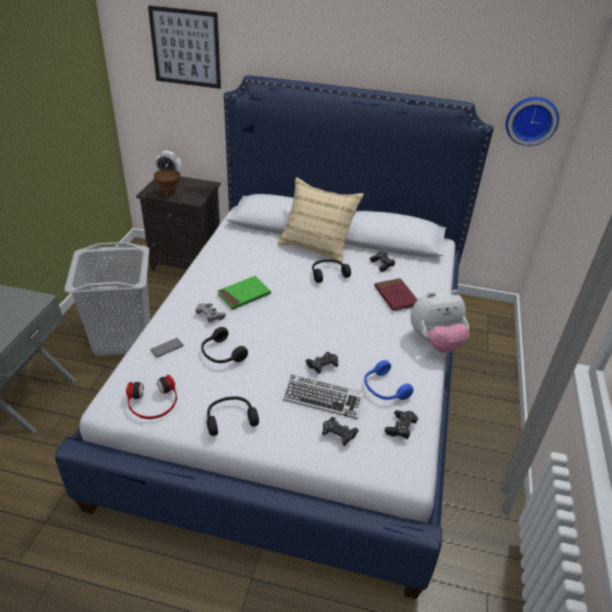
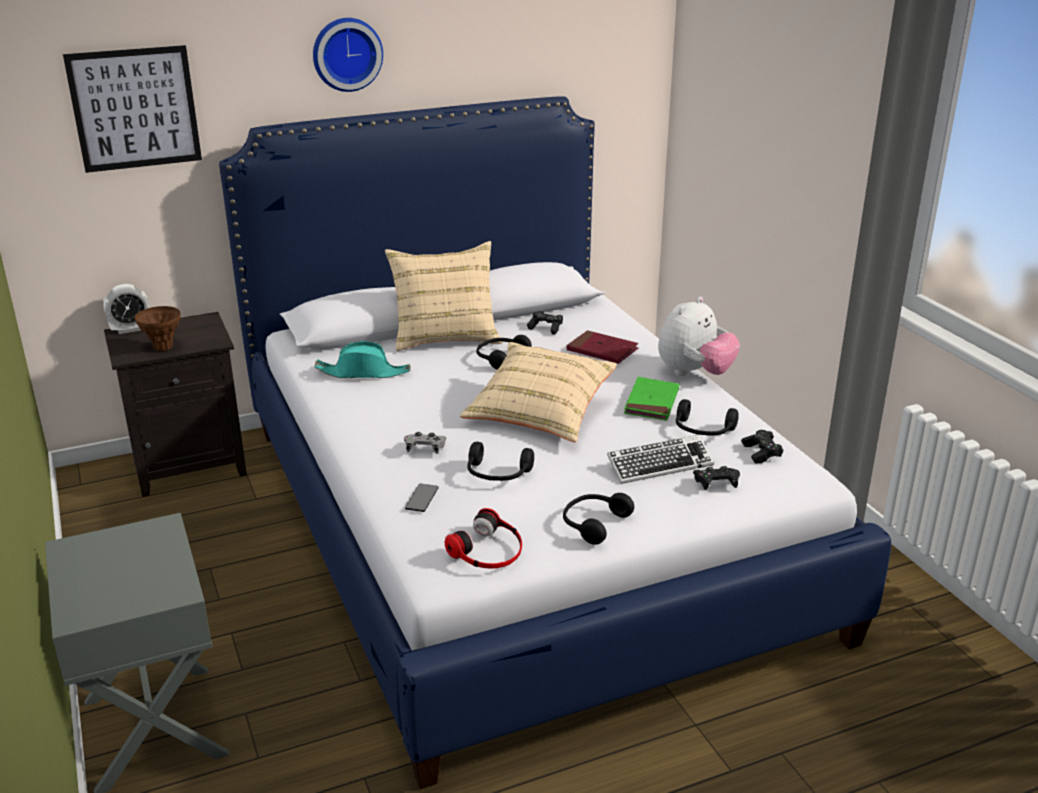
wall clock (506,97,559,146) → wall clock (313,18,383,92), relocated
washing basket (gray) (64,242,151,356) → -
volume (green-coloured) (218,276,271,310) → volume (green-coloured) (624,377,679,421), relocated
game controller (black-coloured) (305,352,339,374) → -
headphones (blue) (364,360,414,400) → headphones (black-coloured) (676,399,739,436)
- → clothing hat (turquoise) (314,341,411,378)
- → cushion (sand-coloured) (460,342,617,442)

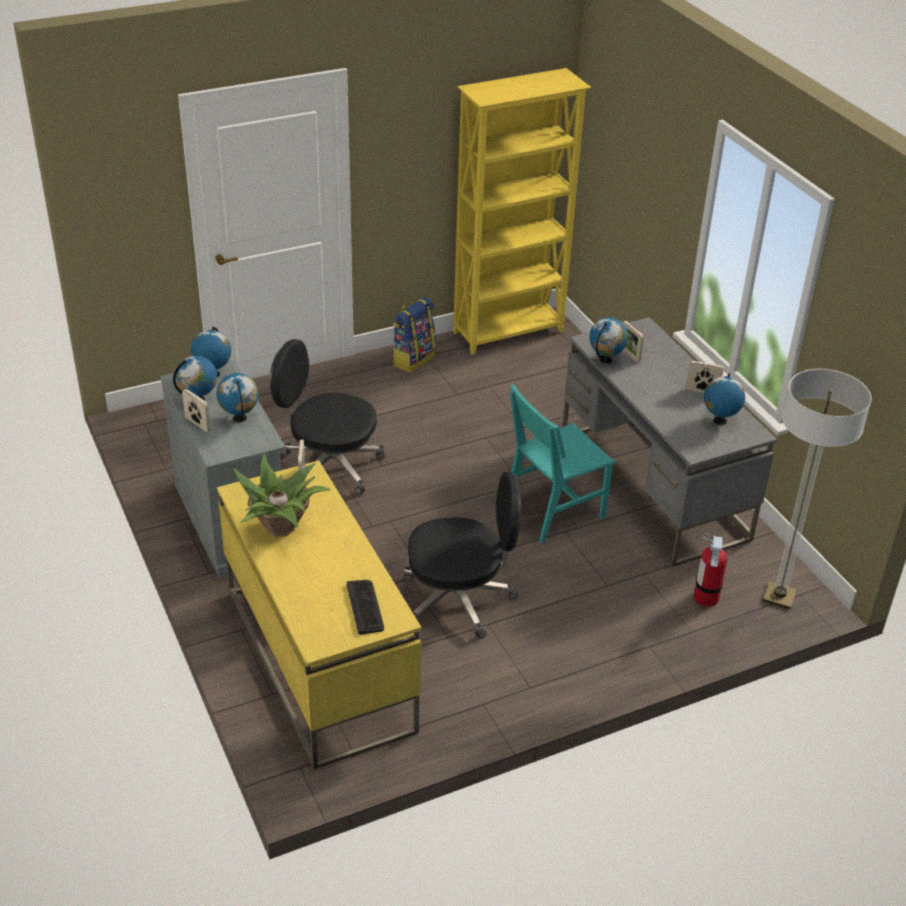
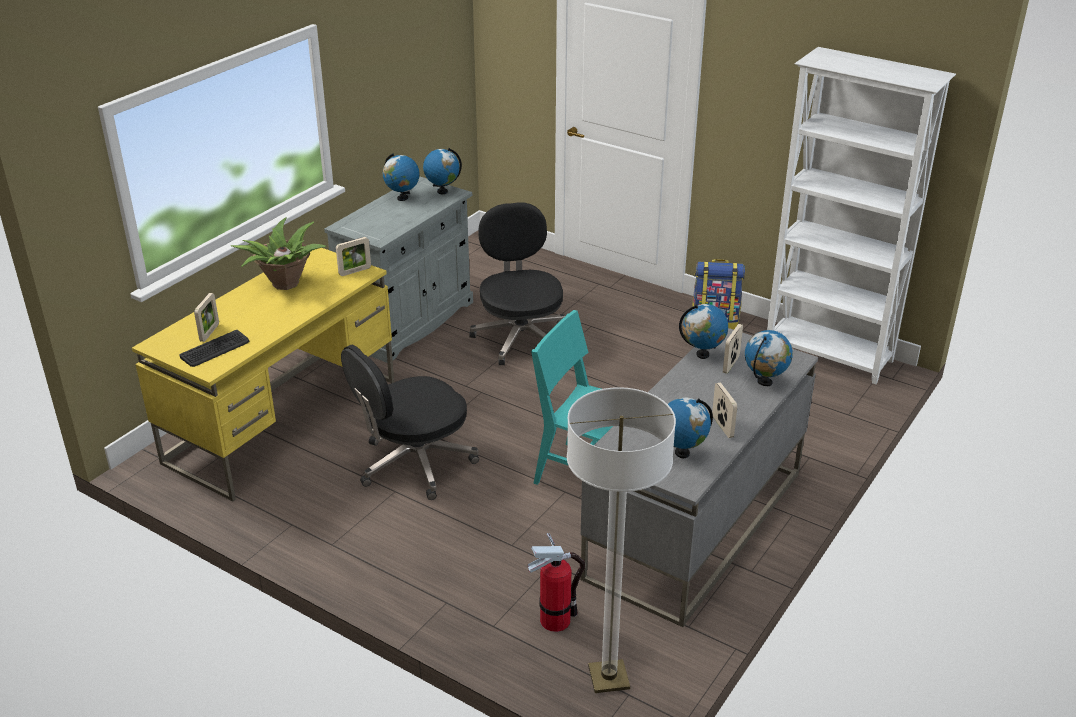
bookshelf (yellow) (453,68,592,355) → bookshelf (white) (767,47,956,384)
world globe (216,373,259,422) → world globe (745,330,793,386), relocated
picture frame (182,389,210,432) → picture frame (194,293,219,342), relocated
desk chair (black-coloured) (404,472,521,639) → desk chair (black-coloured) (341,344,479,500), 90 degrees clockwise

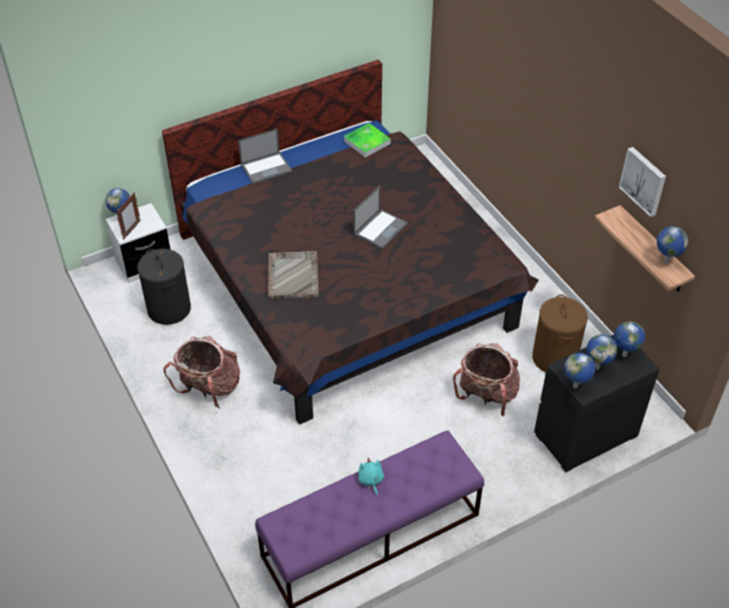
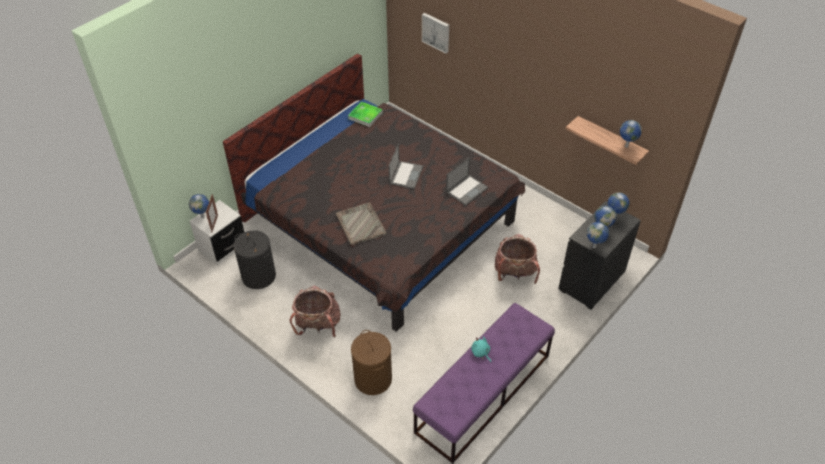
notebook computer (238,128,292,184) → notebook computer (446,157,488,206), relocated
picture (619,147,666,217) → picture (422,13,449,54), relocated
washing basket (brown-coloured) (532,294,588,373) → washing basket (brown-coloured) (351,330,392,395), relocated

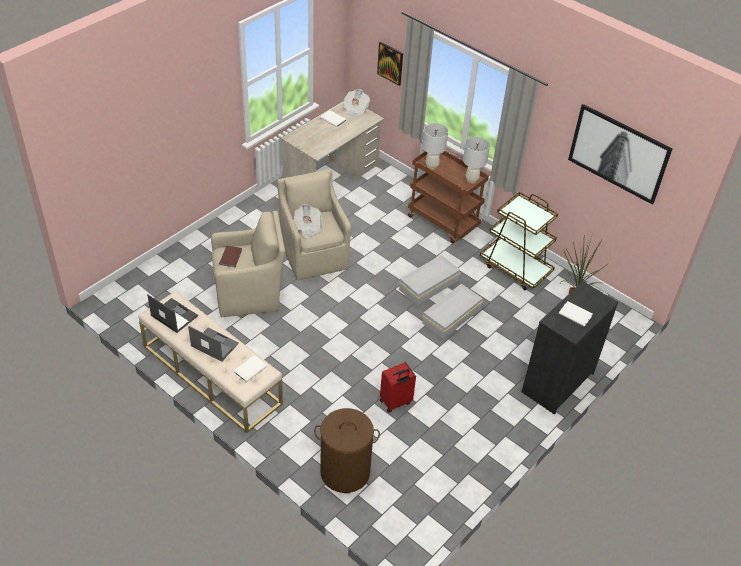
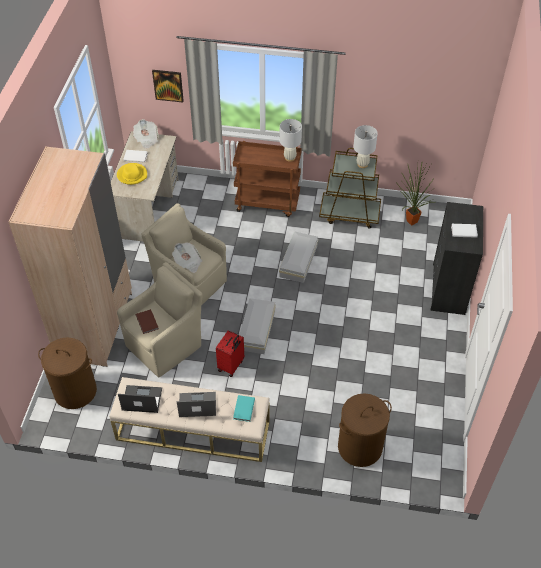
picture (568,104,673,205) → -
tabletop lamp (white) (422,123,448,170) → tabletop lamp (white) (353,125,378,168), relocated
storage bin (white) (422,284,483,339) → storage bin (white) (239,298,276,354), relocated
volume (white) (234,355,267,382) → volume (turquoise) (233,395,255,422)
travel case (red-coloured) (380,362,416,413) → travel case (red-coloured) (216,330,244,377), relocated
- → clothes cupboard (sand-coloured) (8,146,132,367)
- → clothing hat (yellow) (117,163,147,185)
- → washing basket (brown-coloured) (38,337,97,409)

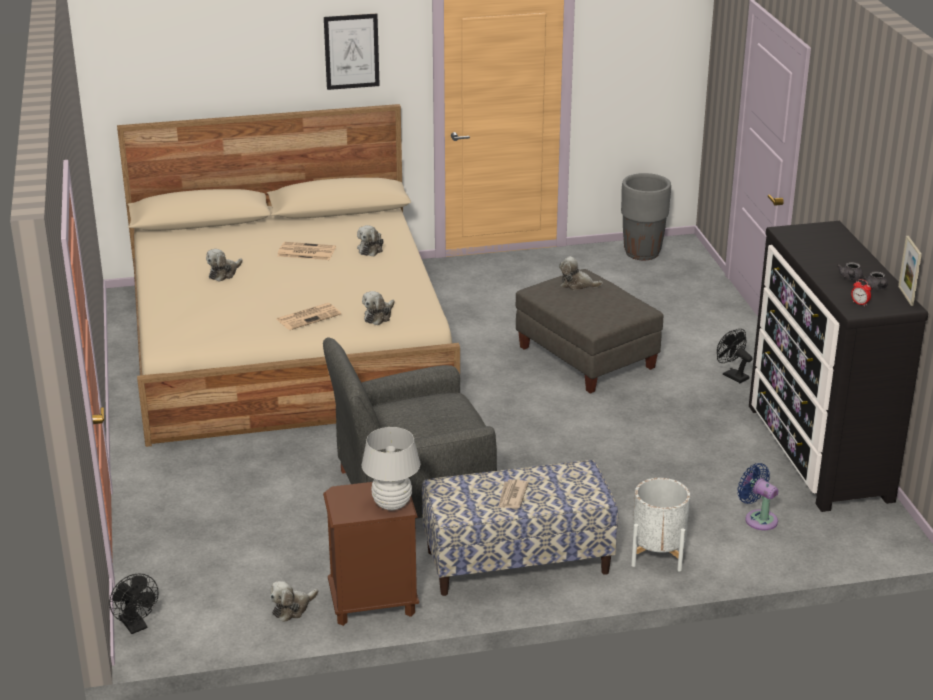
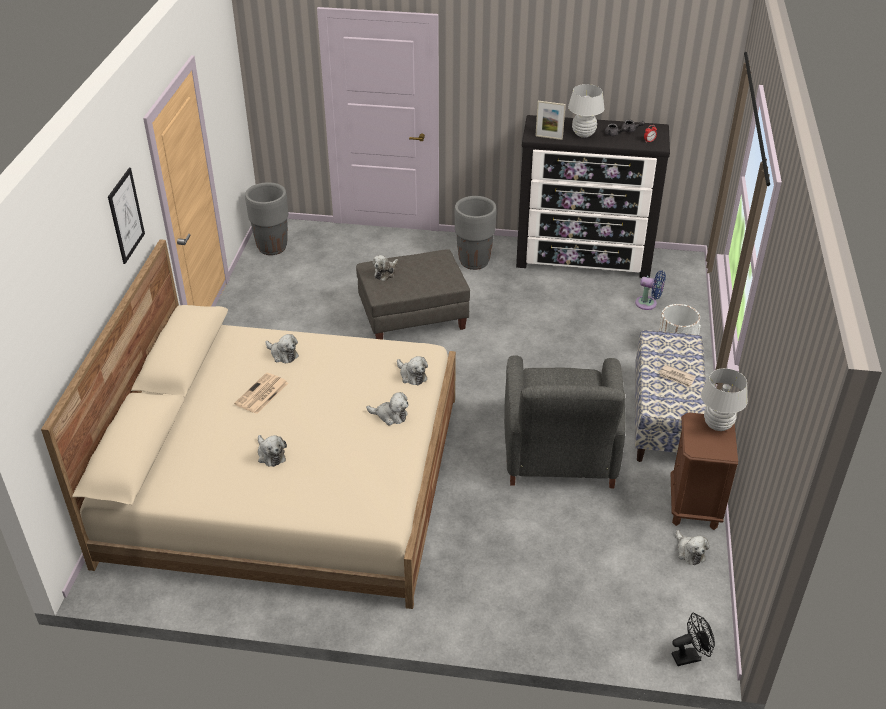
picture frame (898,236,922,306) → picture frame (535,101,566,140), relocated
daily paper (277,303,341,330) → cuddly toy (366,392,409,425)
electric fan (black-coloured) (717,329,753,383) → flower pot (gray) (454,196,497,270)
electric fan (blue) (737,463,779,530) → electric fan (blue) (635,271,666,310), 135 degrees counterclockwise
- → tabletop lamp (white) (568,84,605,138)

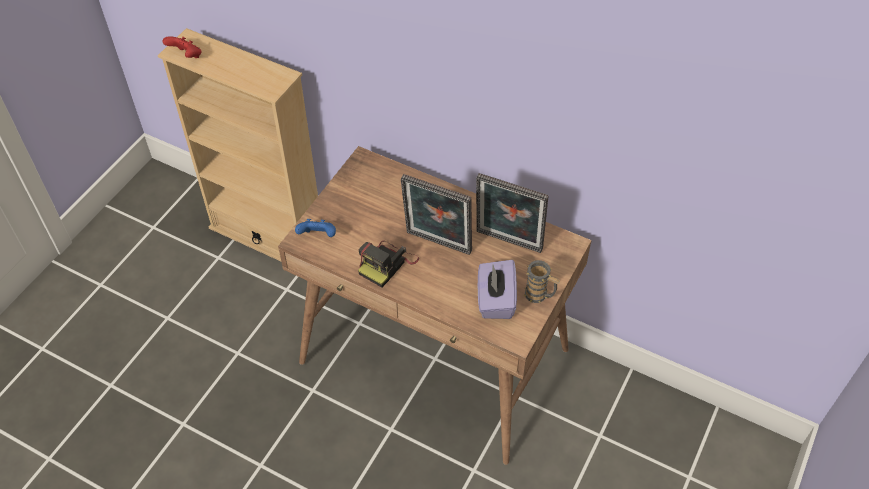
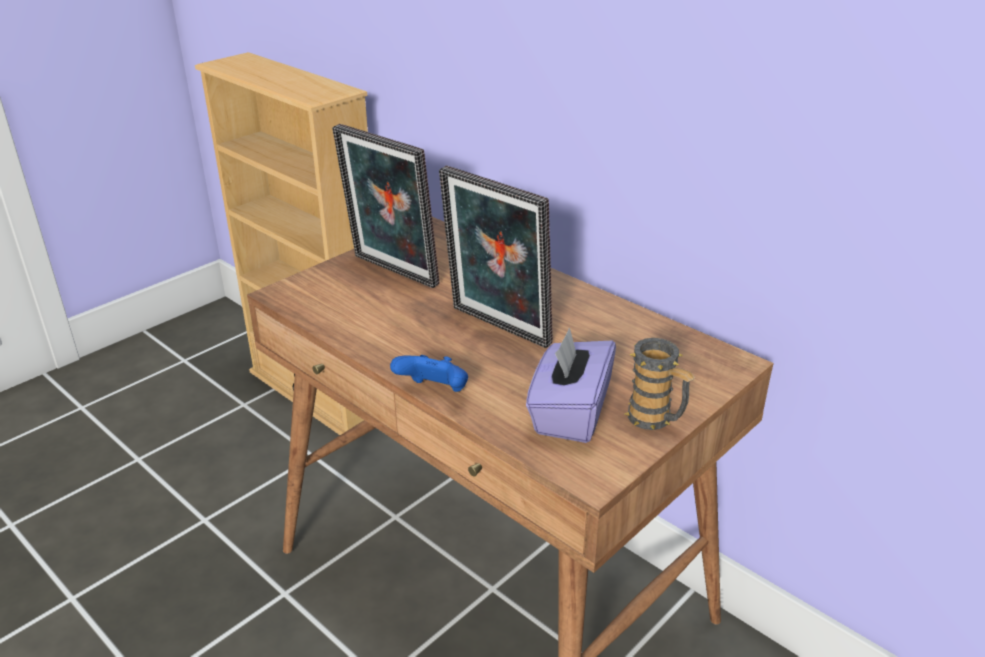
game controller (red-coloured) (162,36,201,58) → -
picture frame (476,173,548,253) → picture frame (332,124,440,288), relocated
game controller (blue) (295,219,336,237) → game controller (blue) (390,355,468,392), relocated
still camera (358,240,419,288) → -

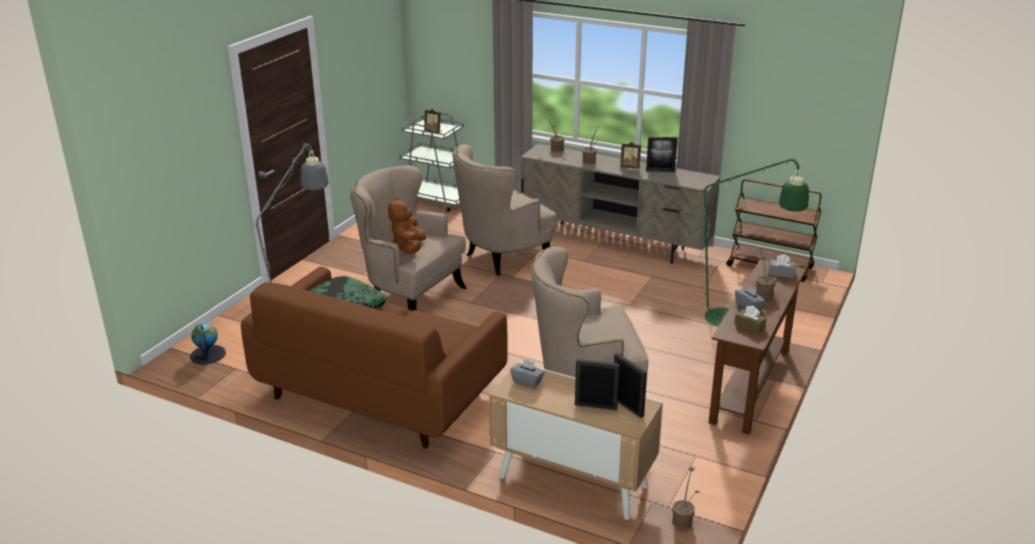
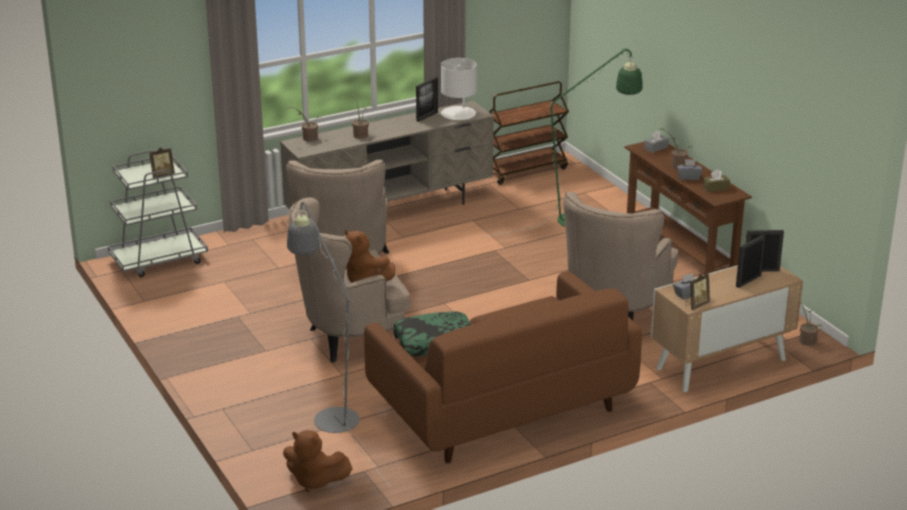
picture frame (620,142,641,169) → picture frame (686,273,710,310), relocated
world globe (190,323,226,364) → cuddly toy (brown-coloured) (283,430,353,492)
- → tabletop lamp (white) (441,58,477,120)

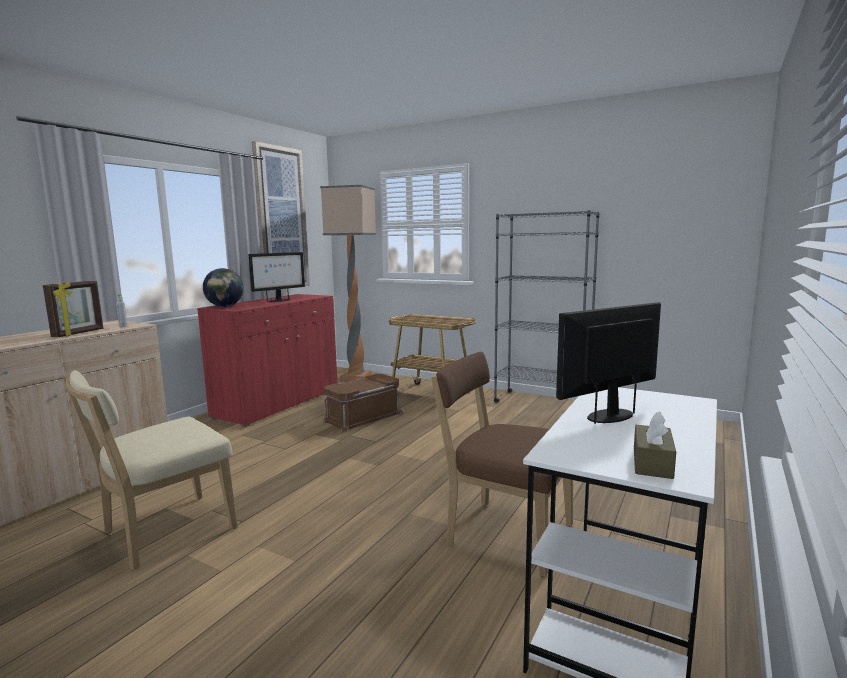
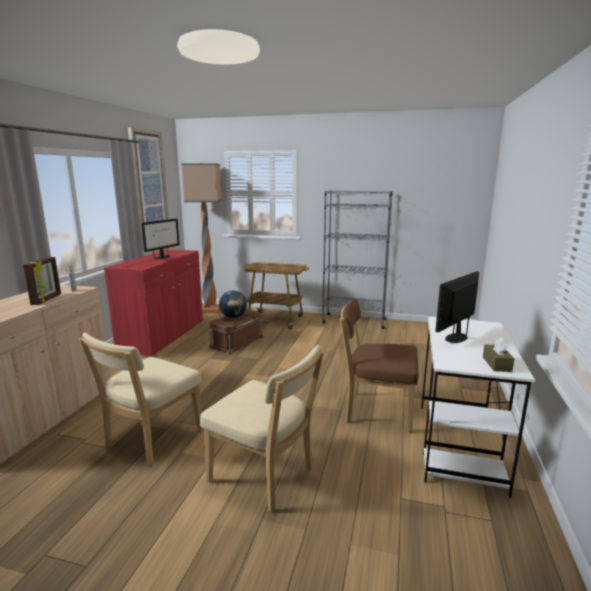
world globe (203,268,244,307) → world globe (219,290,247,318), relocated
- → plain chair (sand-coloured) (200,345,324,512)

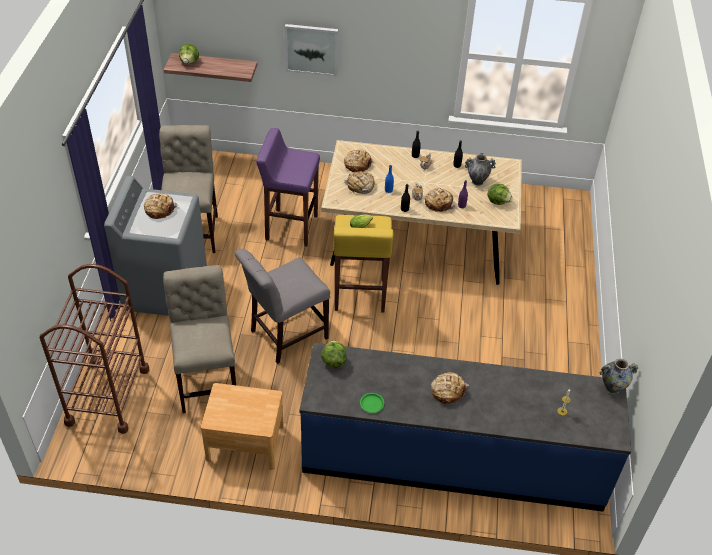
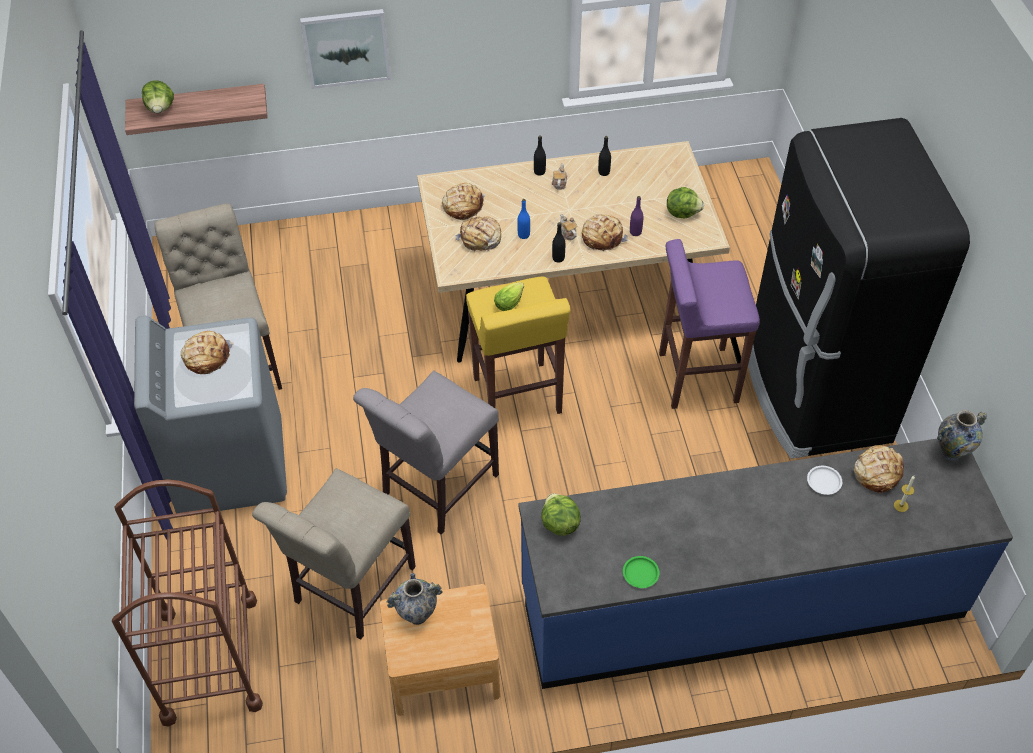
stool (purple) (256,128,320,247) → stool (purple) (659,239,760,409), relocated
flower vase (465,153,496,186) → flower vase (386,573,443,625), relocated
plain chair (sand-coloured) (163,265,236,413) → plain chair (sand-coloured) (252,468,416,640), 120 degrees counterclockwise
bread (431,372,469,404) → bread (854,445,904,493), relocated
- → fridge (black-coloured) (748,118,970,459)
- → flat dish (white) (807,466,842,495)

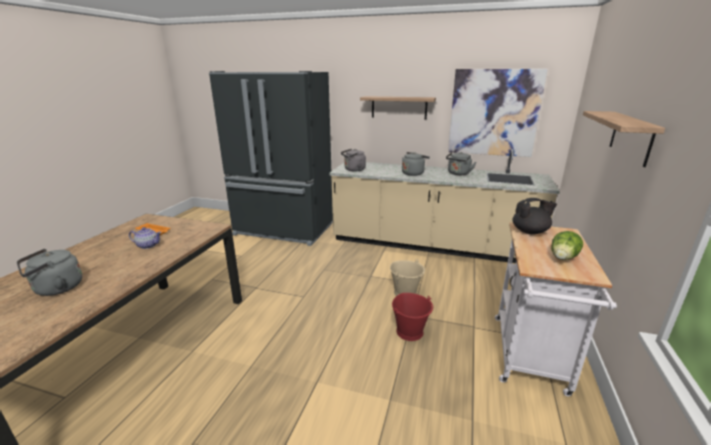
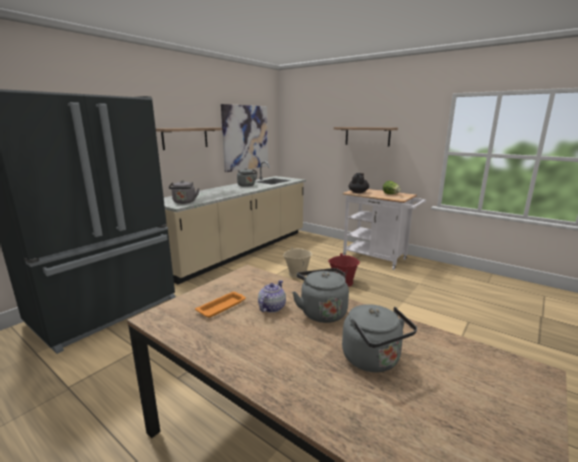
water kettle (gray) (402,152,430,176) → water kettle (gray) (292,268,349,323), relocated

